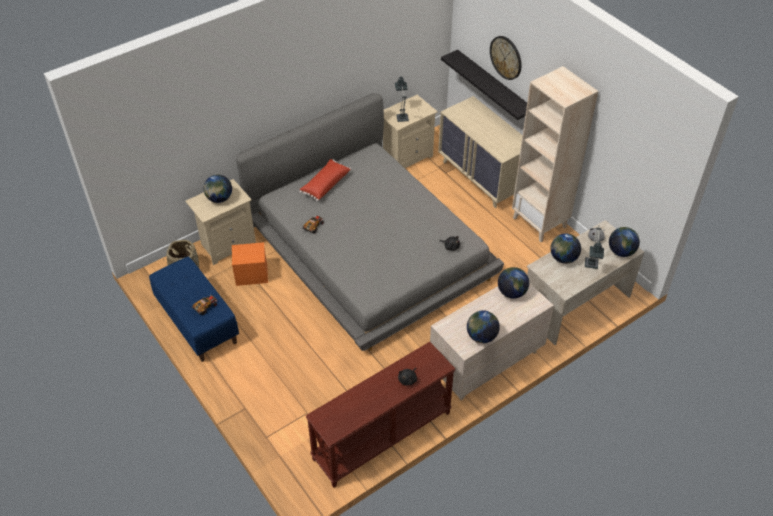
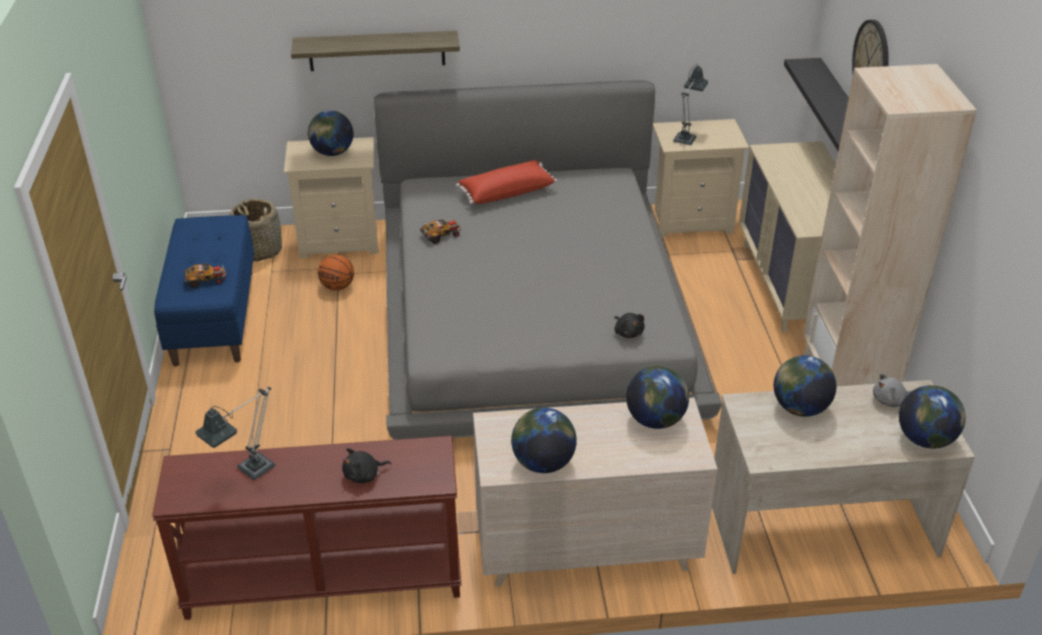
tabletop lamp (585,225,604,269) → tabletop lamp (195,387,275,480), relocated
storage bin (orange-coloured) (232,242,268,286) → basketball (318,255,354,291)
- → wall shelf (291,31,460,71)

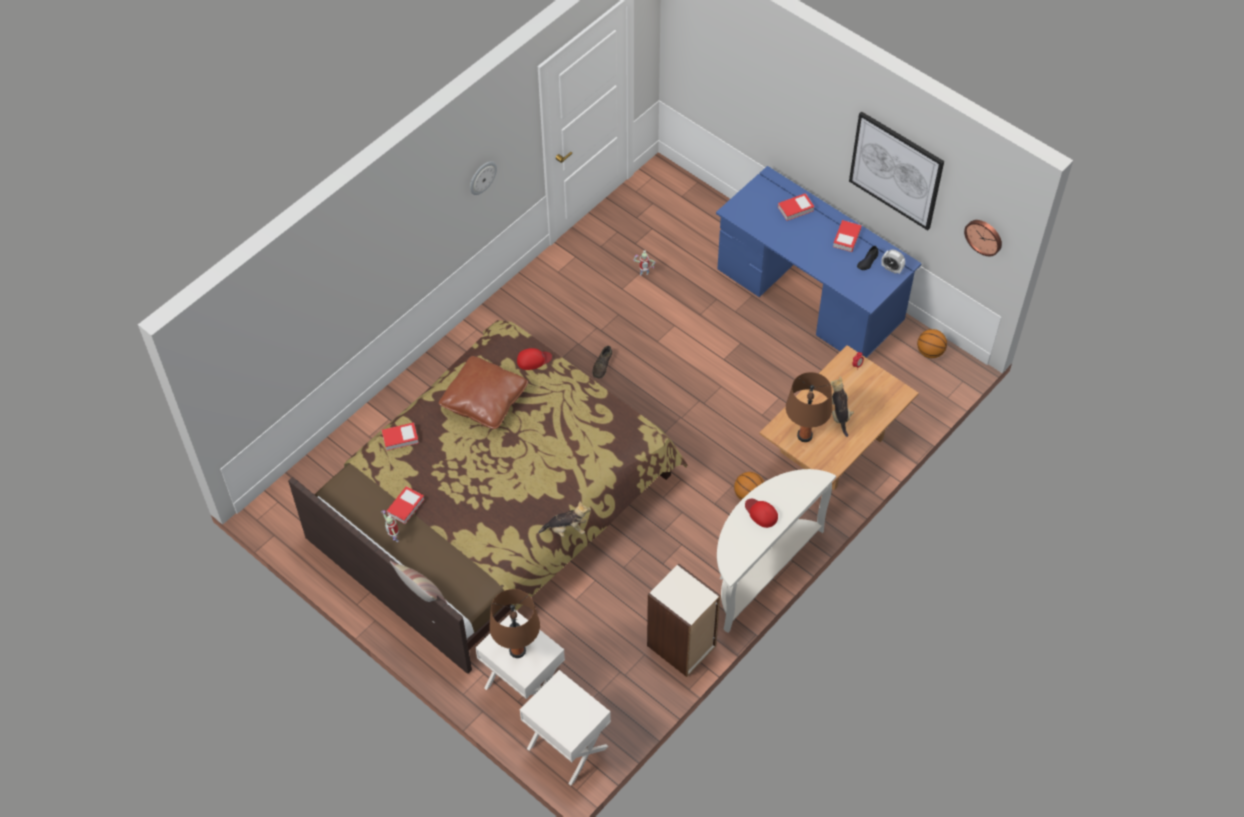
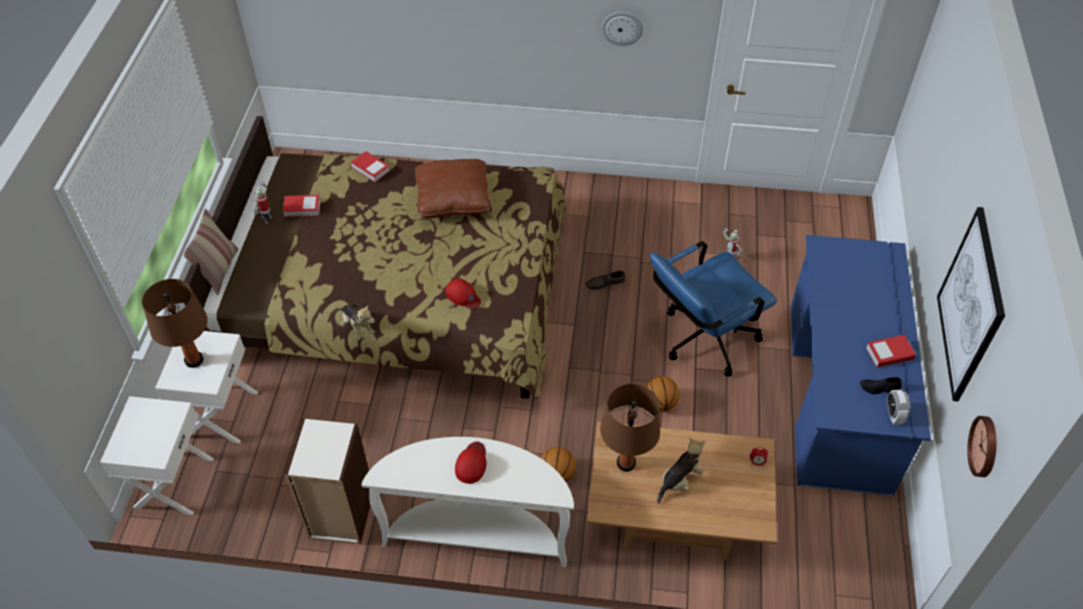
volume (778,193,815,221) → -
basketball (917,329,947,358) → basketball (646,377,680,412), relocated
baseball cap (red-coloured) (517,348,552,370) → baseball cap (red-coloured) (445,278,481,309), relocated
- → desk chair (blue) (650,241,777,377)

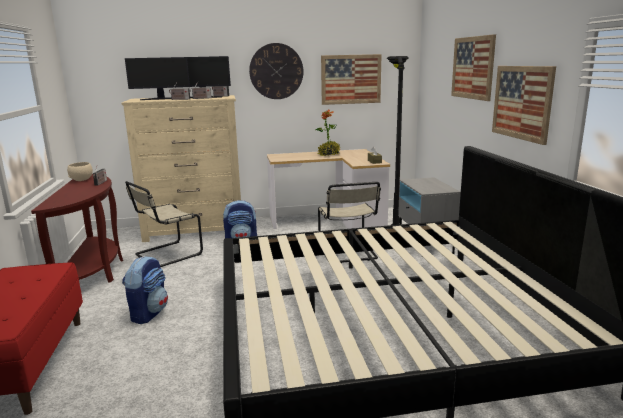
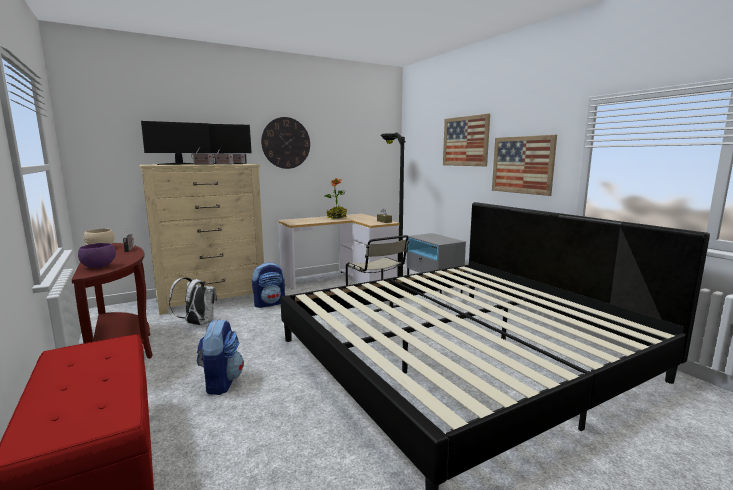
picture (321,54,381,105) → -
plain chair (sand-coloured) (125,181,203,267) → backpack (white) (169,277,217,326)
- → serving bowl (purple) (78,243,116,268)

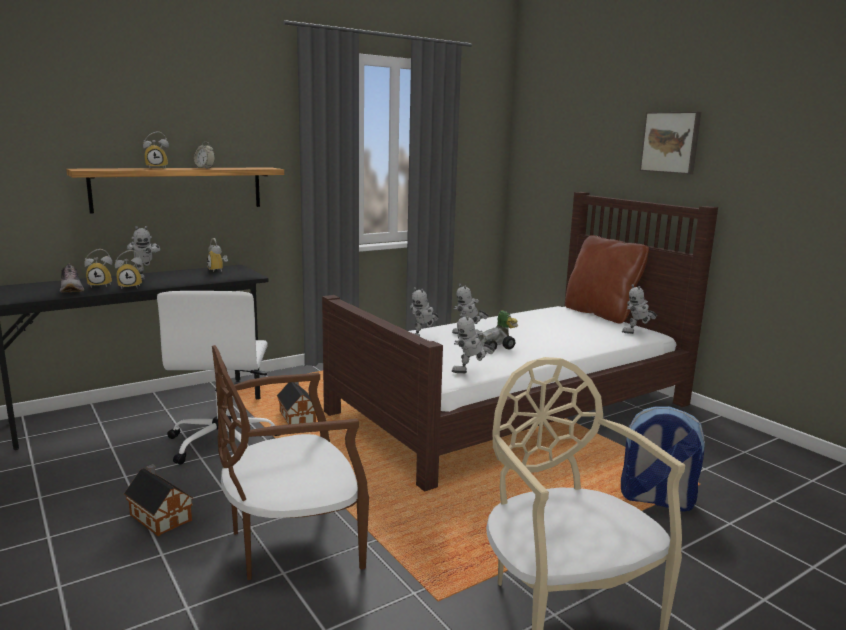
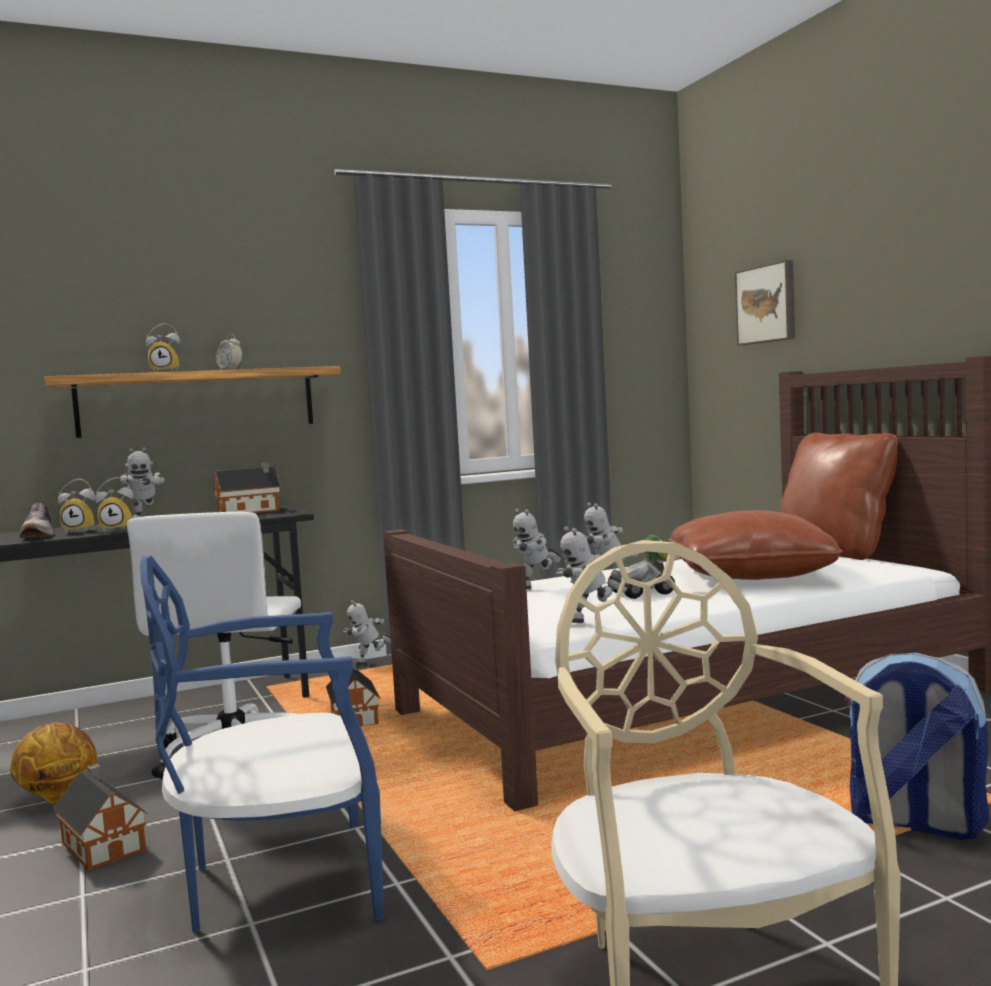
picture (640,112,701,174) → picture (735,260,795,345), relocated
alarm clock (207,238,228,273) → toy house (214,463,281,513)
robot figure (622,284,657,334) → robot figure (343,600,391,665), relocated
plain chair (brown-coloured) (212,345,369,580) → plain chair (blue) (140,556,384,932)
- → cushion (brown-coloured) (668,510,843,580)
- → basketball (10,722,97,804)

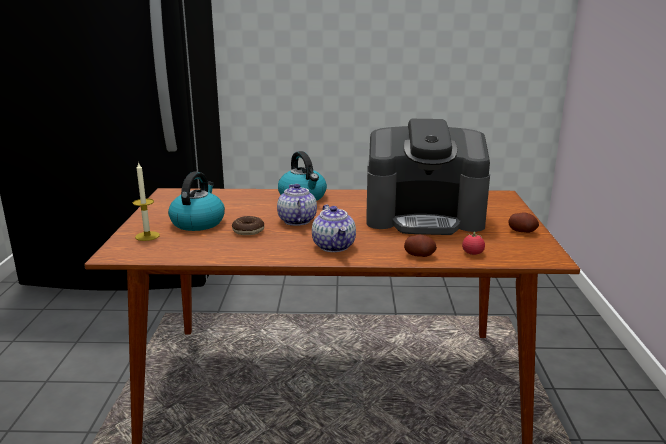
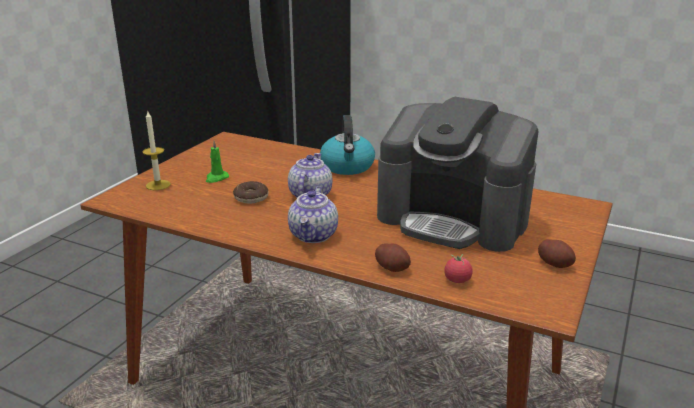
water kettle (168,172,225,231) → candle (green-coloured) (206,141,229,183)

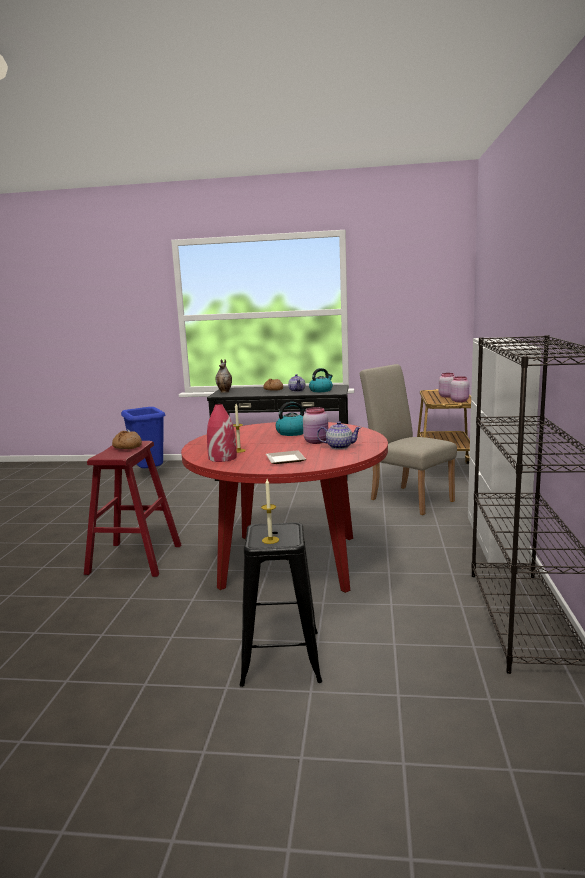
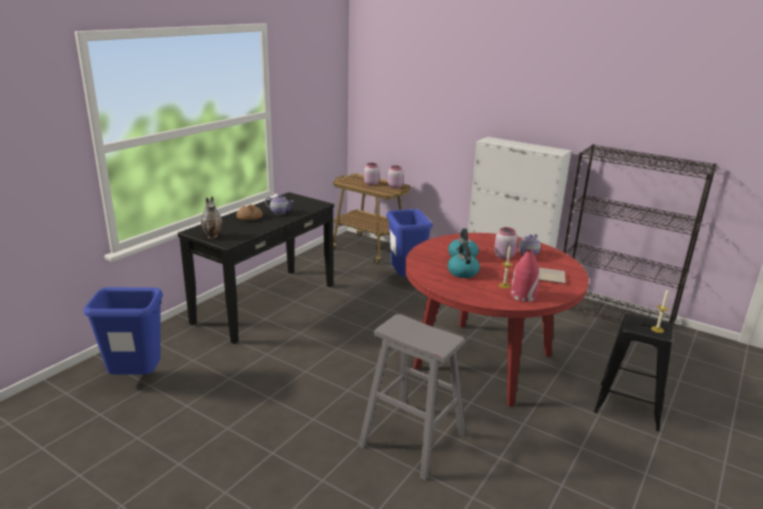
plain chair (sand-coloured) (360,364,457,515) → rubbish bin (blue) (386,209,433,276)
water kettle (309,368,333,392) → water kettle (448,244,480,278), relocated
bread (112,431,142,449) → -
stool (red-coloured) (84,441,181,577) → stool (gray) (358,314,466,480)

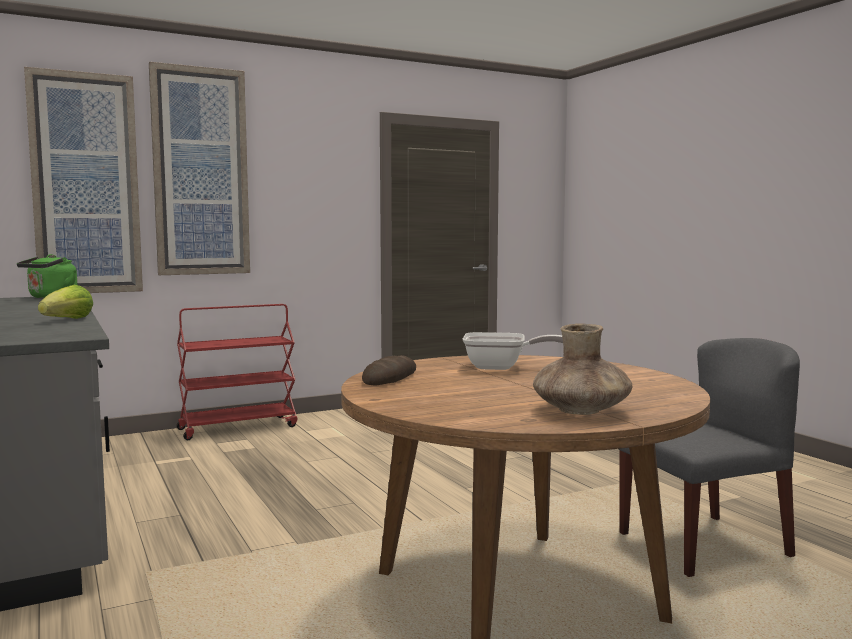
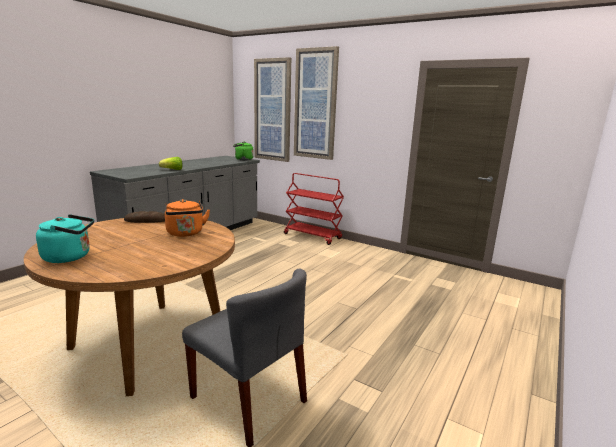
flower vase (brown-coloured) (533,324,632,415) → water kettle (turquoise) (36,214,94,263)
pan (463,332,563,370) → water kettle (orange-coloured) (165,199,210,237)

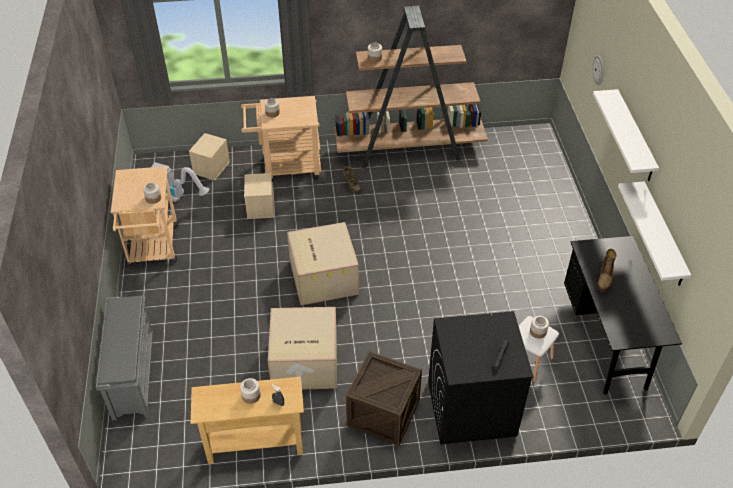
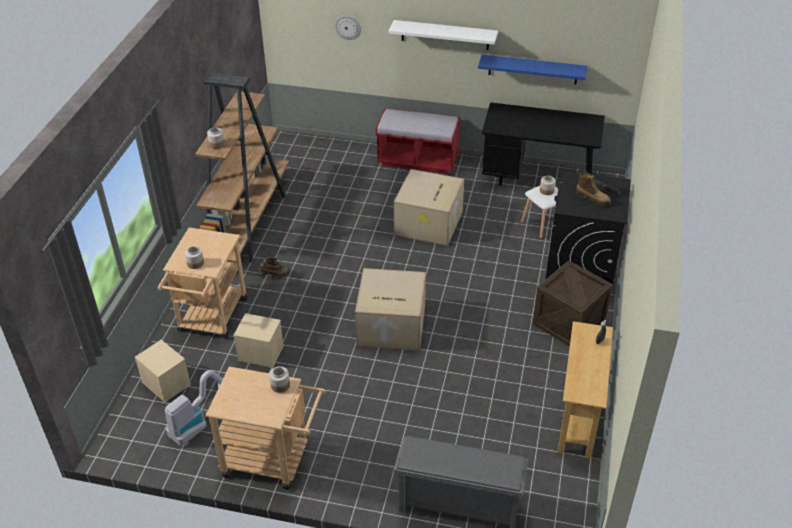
wall shelf (white) (618,181,691,286) → wall shelf (blue) (478,55,587,85)
high-top boot (597,249,616,292) → high-top boot (576,172,611,206), relocated
cardboard box (268,307,337,389) → cardboard box (394,169,464,246), relocated
storage jar (240,378,261,404) → -
- → long seat (red-coloured) (376,108,461,174)

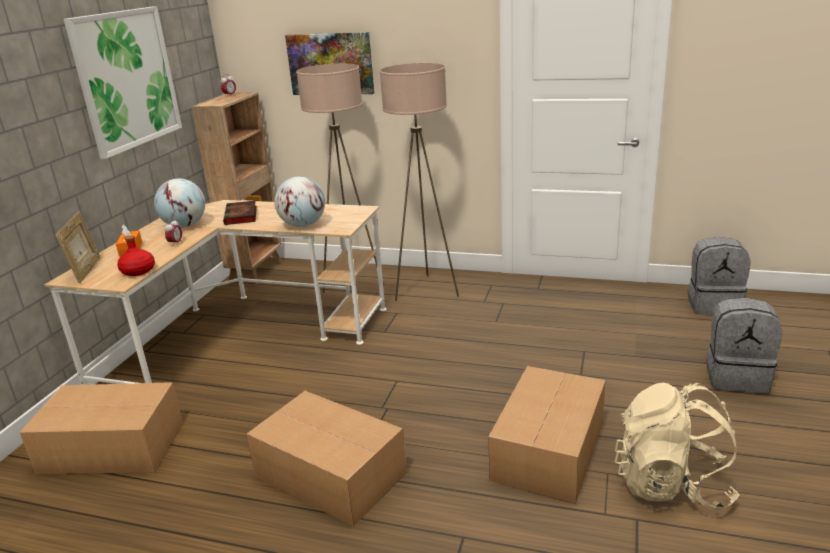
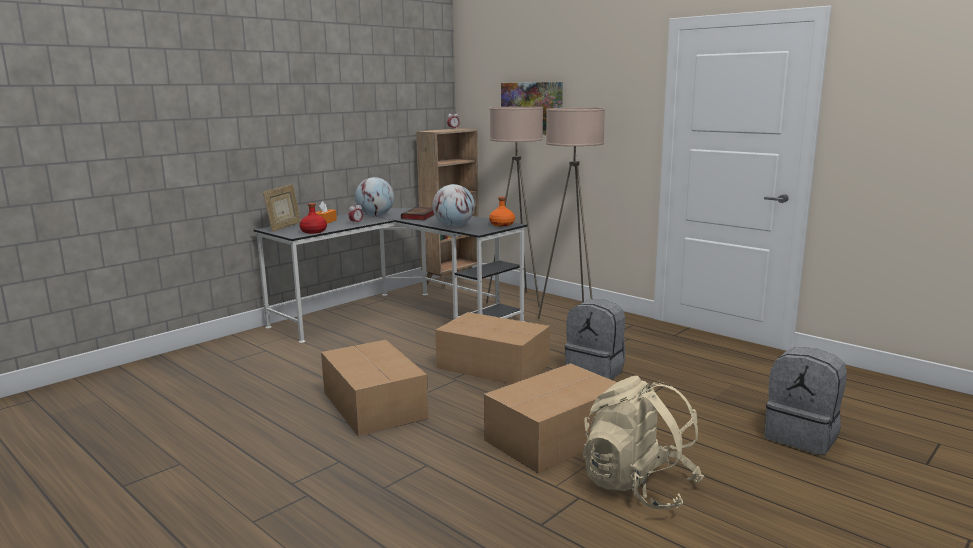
picture (64,6,182,159) → -
desk table (sand-coloured) (45,200,387,385) → desk table (black-coloured) (254,208,527,343)
backpack (gray) (688,237,750,315) → backpack (gray) (565,299,625,380), relocated
cardboard box (19,382,183,474) → cardboard box (435,312,550,384), relocated
- → beverage bottle (orange-coloured) (489,197,515,226)

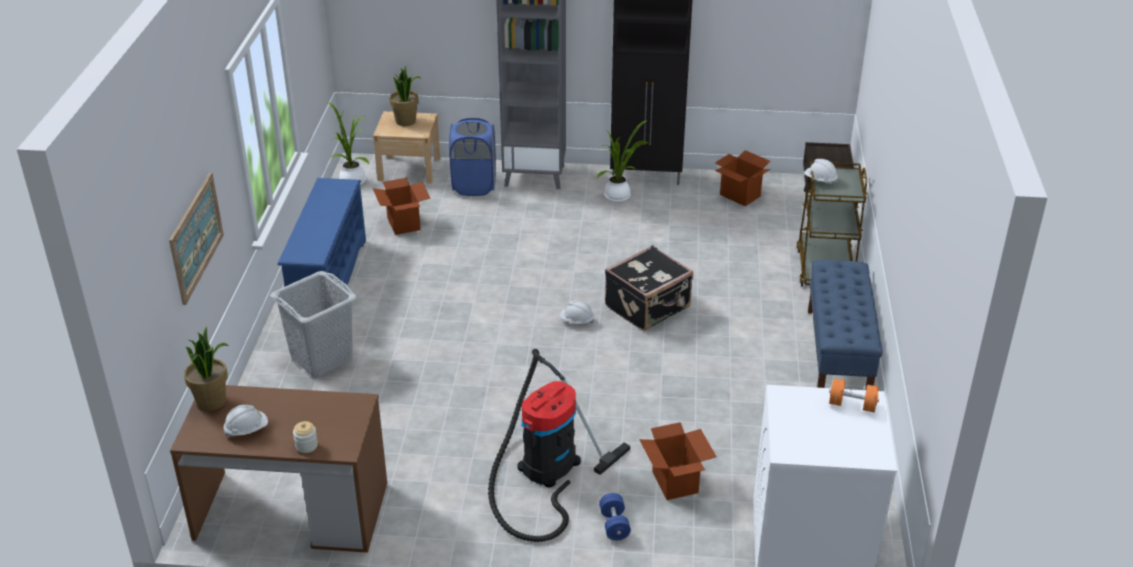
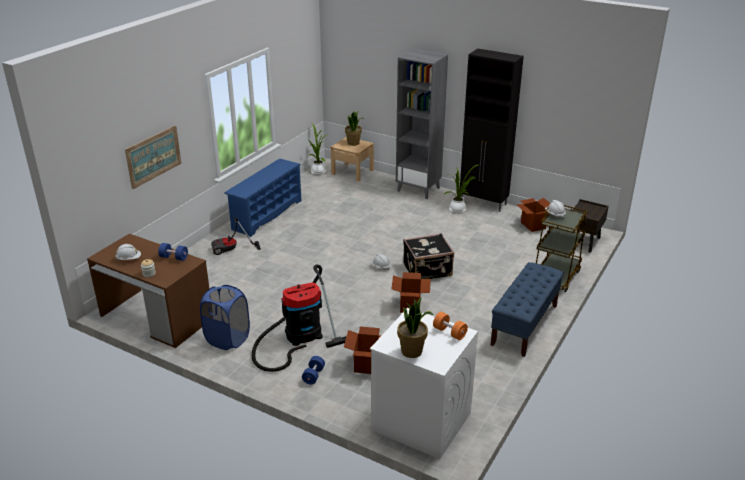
washing basket (blue) (449,118,496,196) → washing basket (blue) (200,285,250,350), relocated
cardboard box (373,178,430,235) → cardboard box (392,272,431,313), relocated
washing basket (gray) (270,271,357,377) → vacuum cleaner (211,217,261,255)
potted plant (184,327,229,411) → potted plant (397,297,433,358), relocated
- → hand weight (blue) (158,243,188,261)

